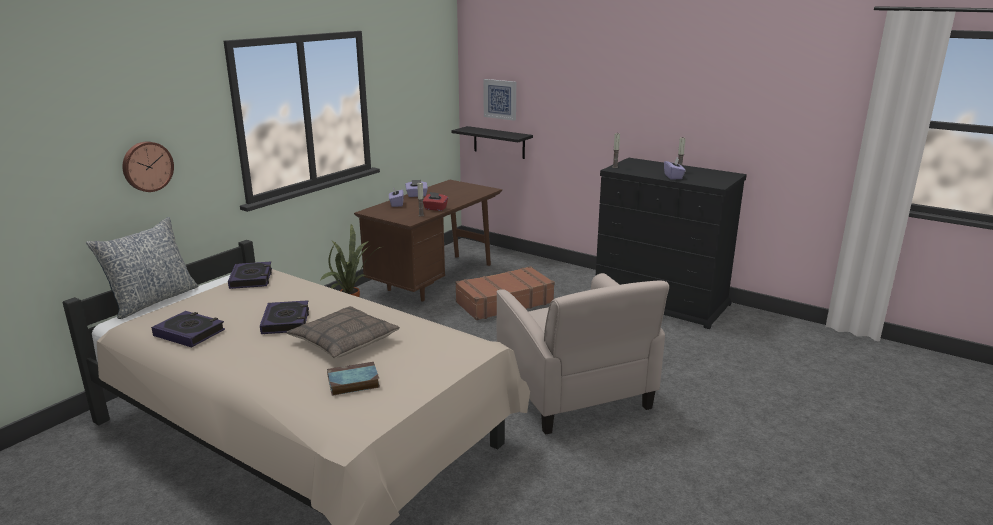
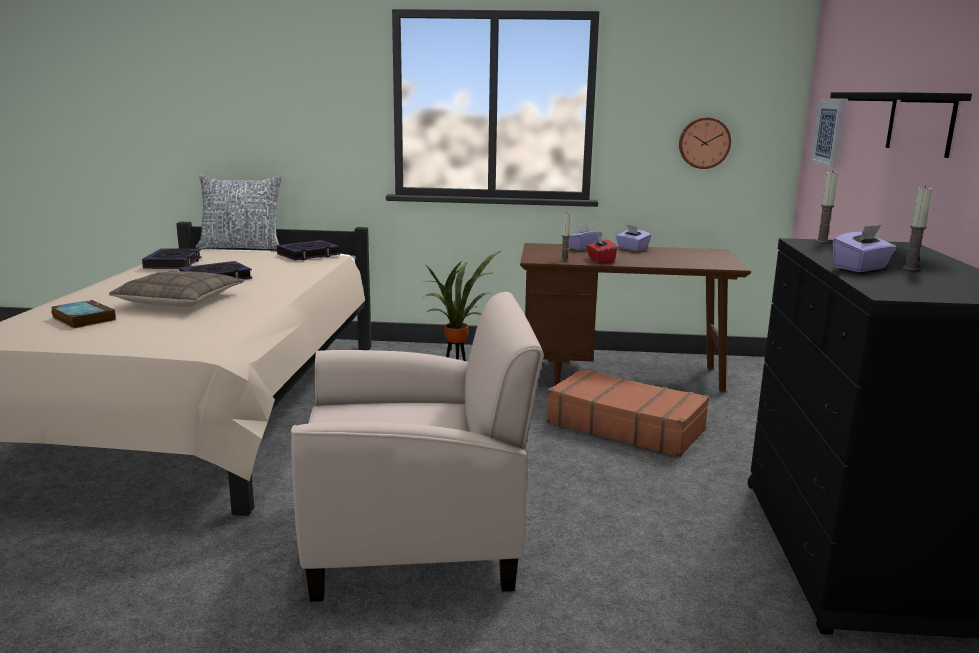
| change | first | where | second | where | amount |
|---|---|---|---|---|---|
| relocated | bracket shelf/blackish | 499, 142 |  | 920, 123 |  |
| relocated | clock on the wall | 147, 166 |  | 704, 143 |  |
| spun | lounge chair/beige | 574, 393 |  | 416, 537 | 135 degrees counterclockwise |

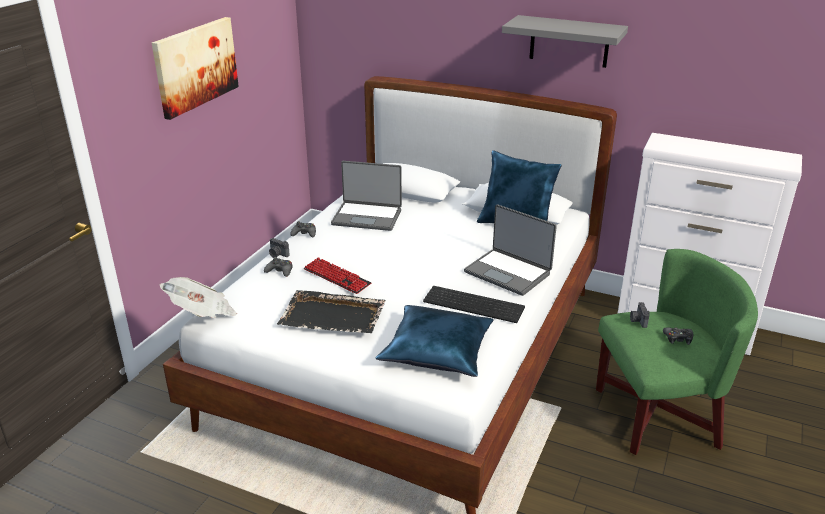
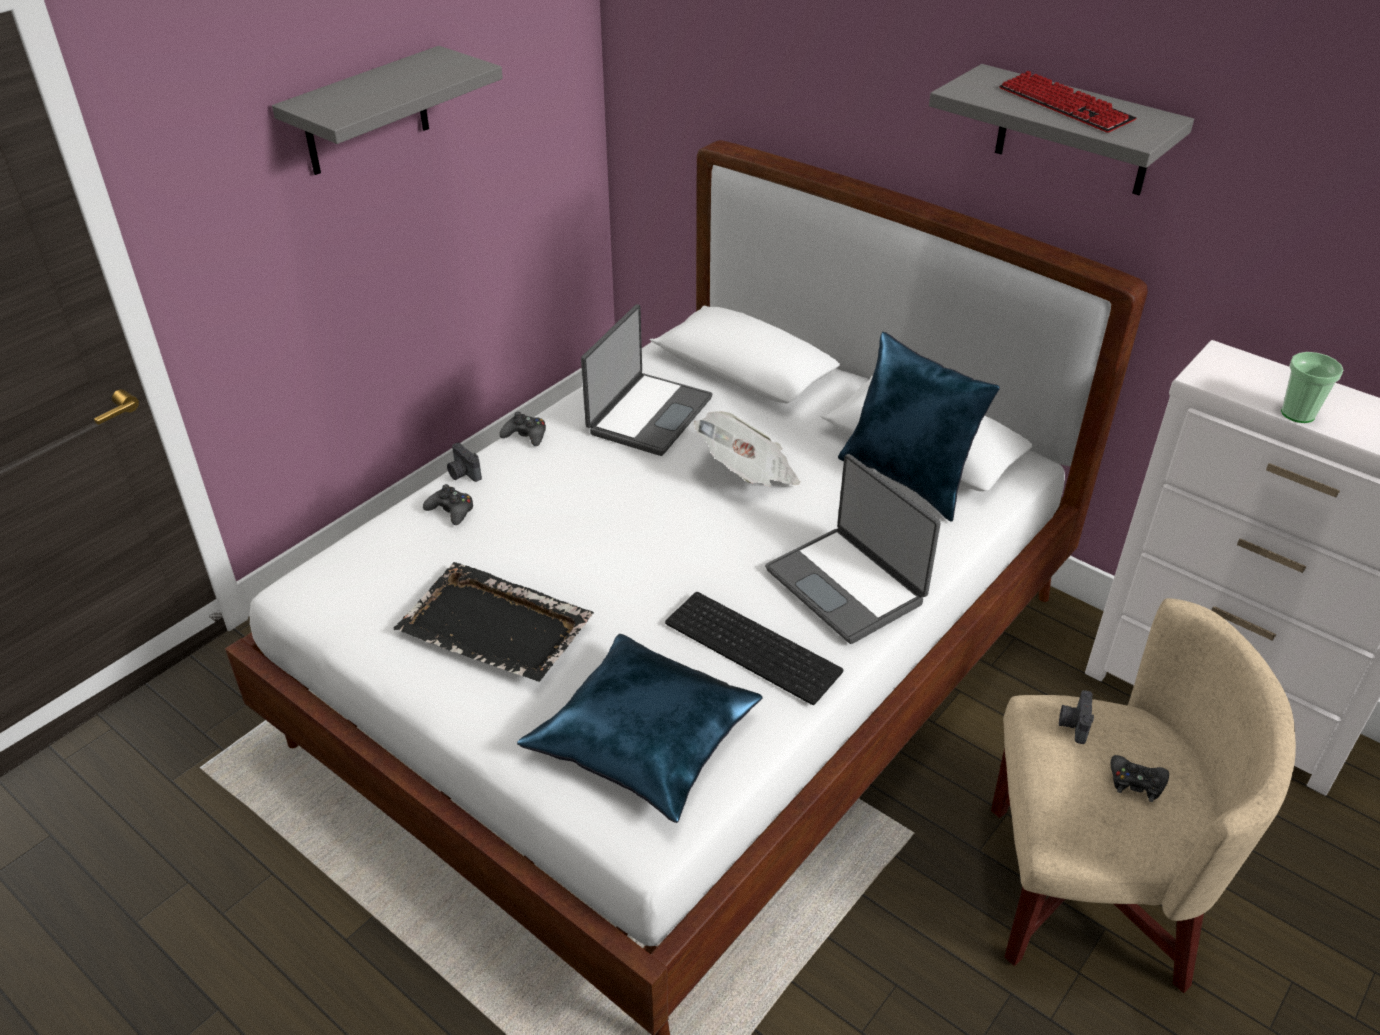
| change | first | where | second | where | amount |
|---|---|---|---|---|---|
| exchanged | wall art | 195, 66 | bracket shelf/greyish | 366, 112 |  |
| spun | notebook computer | 367, 217 |  | 648, 415 | 90 degrees counterclockwise |
| colour | lounge chair/green-coloured | 657, 416 | lounge chair/beige | 1088, 890 |  |
| relocated | keyboard | 336, 277 |  | 1064, 105 |  |
| relocated | printed paper | 202, 313 |  | 748, 473 |  |
| appeared |  |  | drinking cup | 1297, 413 |  |

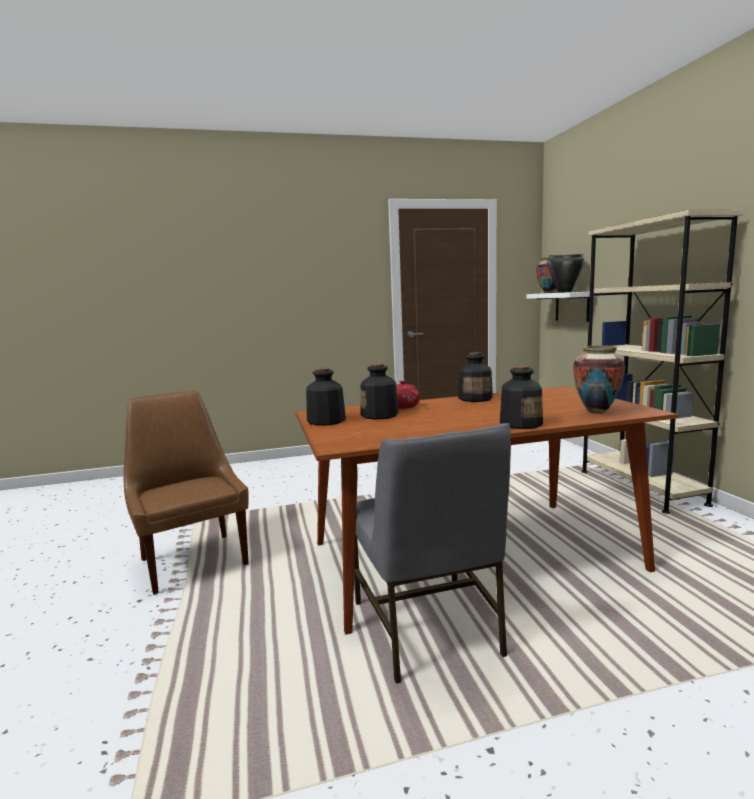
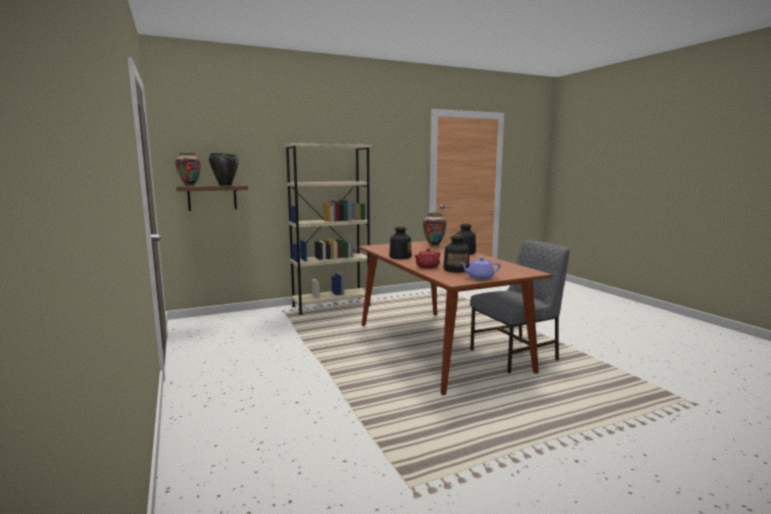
| change | first | where | second | where | amount |
|---|---|---|---|---|---|
| colour | bracket shelf/white | 572, 306 | bracket shelf/brown | 212, 197 |  |
| exchanged | beverage bottle | 325, 421 | pot for tea/purple-coloured | 479, 277 |  |
| missing | plain chair/brown | 193, 560 |  |  |  |

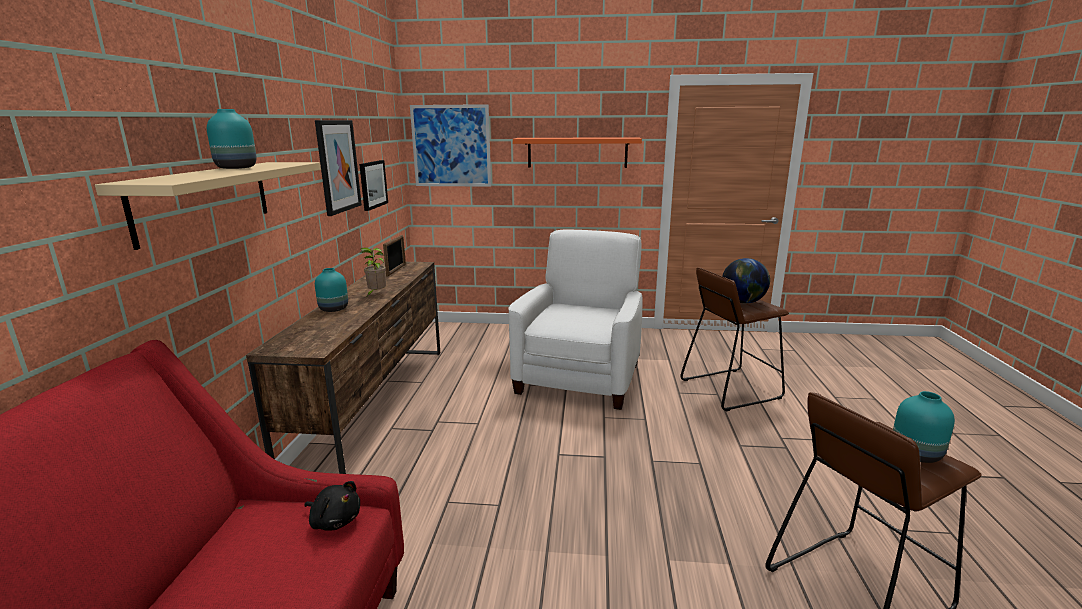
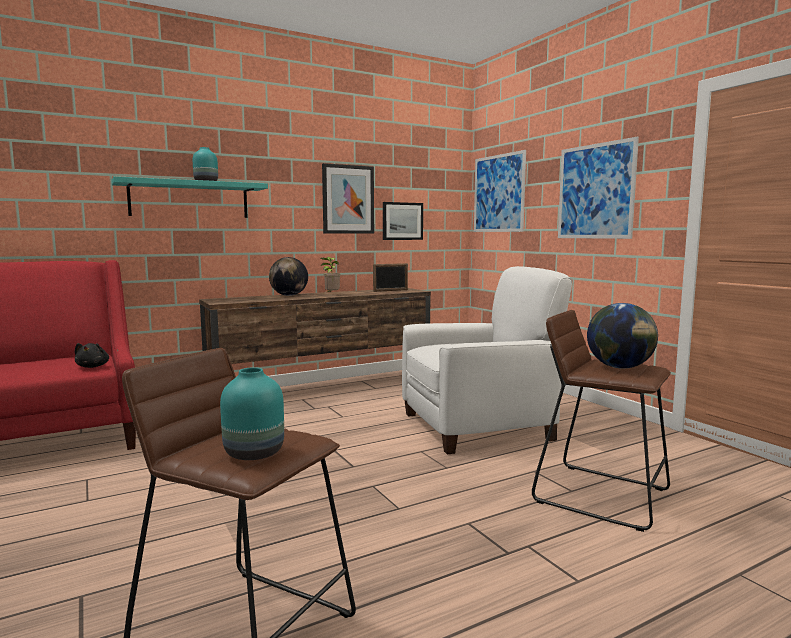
| change | first | where | second | where | amount |
|---|---|---|---|---|---|
| exchanged | bracket shelf/orange | 577, 152 | wall art | 595, 191 |  |
| colour | bracket shelf/beige | 205, 200 | bracket shelf/turquoise | 189, 200 |  |
| exchanged | vase/turquoise | 333, 309 | world globe | 289, 295 |  |

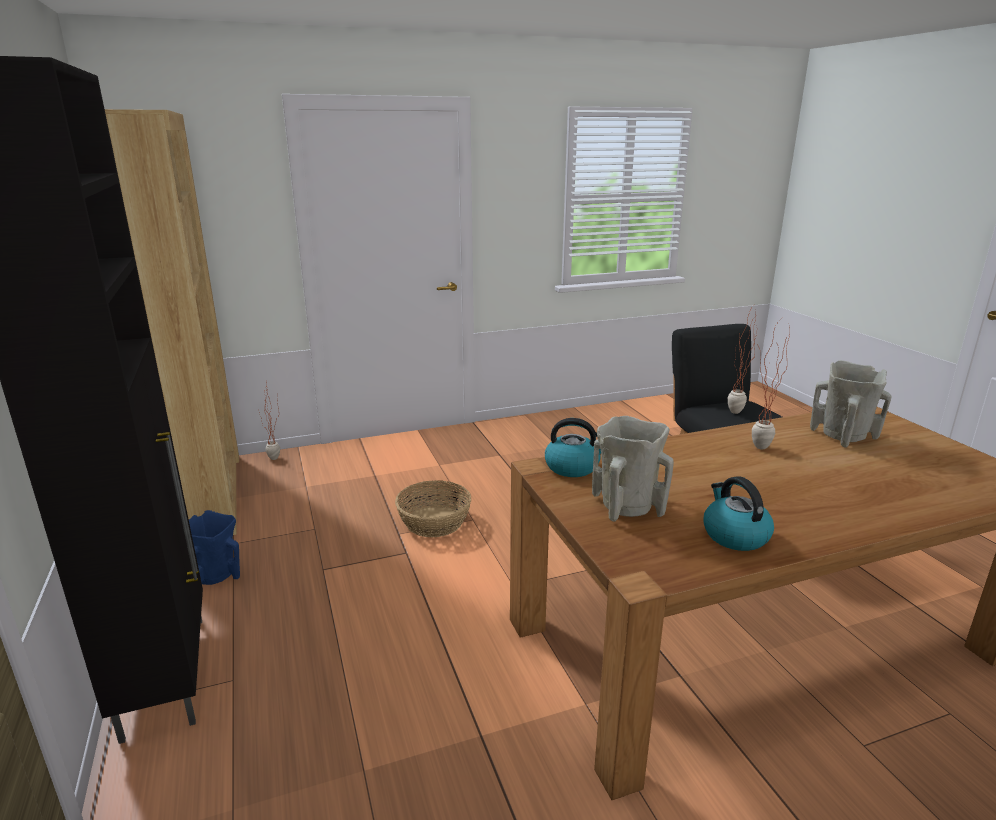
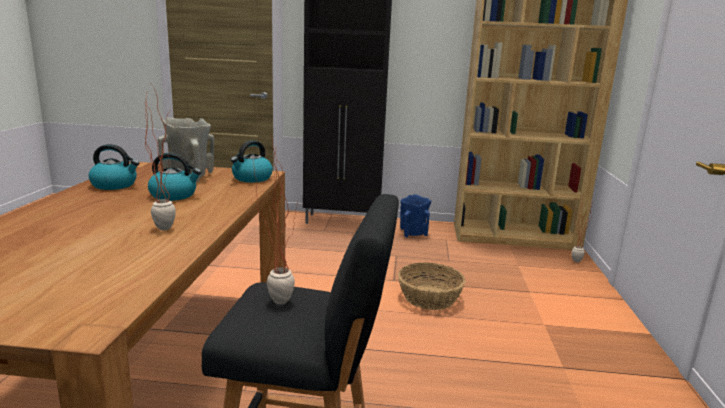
| change | first | where | second | where | amount |
|---|---|---|---|---|---|
| missing | vase/beige | 843, 436 |  |  |  |
| appeared |  |  | kettle | 174, 195 |  |

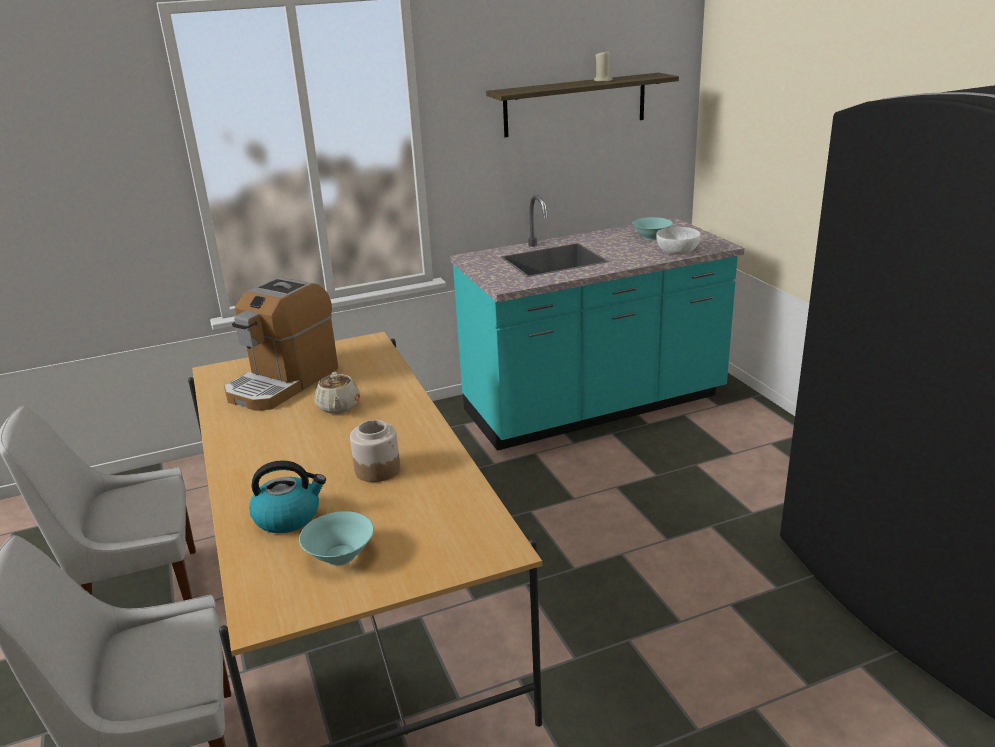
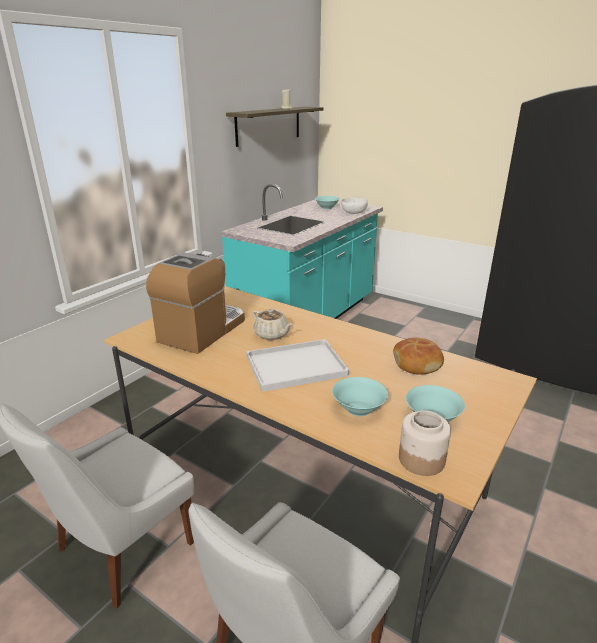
| change | first | where | second | where | amount |
|---|---|---|---|---|---|
| spun | coffee brewer | 283, 382 |  | 202, 330 | 150 degrees counterclockwise |
| relocated | preserve jar | 377, 469 |  | 421, 459 |  |
| exchanged | kettle | 288, 516 | bowl/turquoise | 358, 409 |  |
| appeared |  |  | bakery bread | 417, 363 |  |
| appeared |  |  | carrying tray/white | 294, 367 |  |

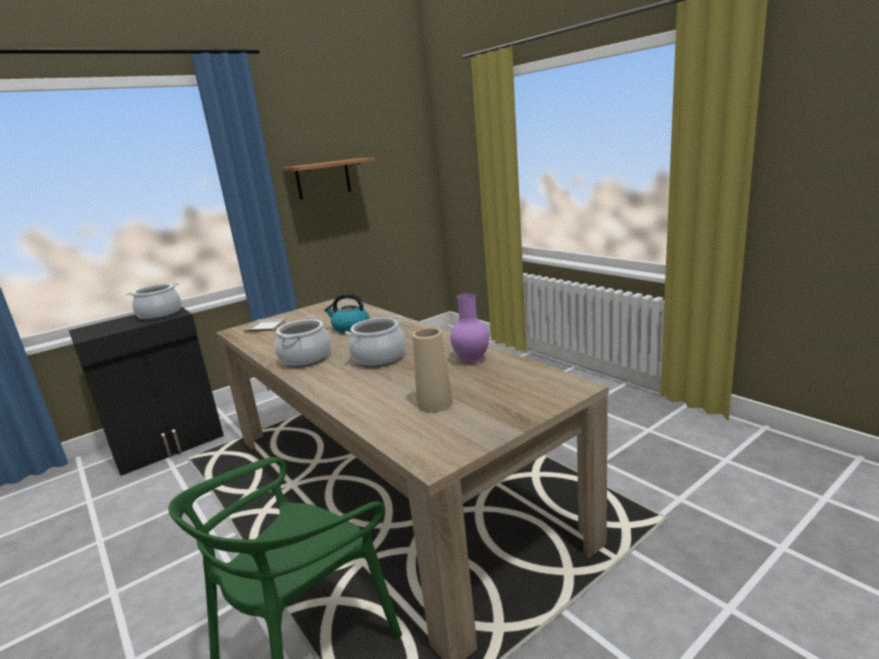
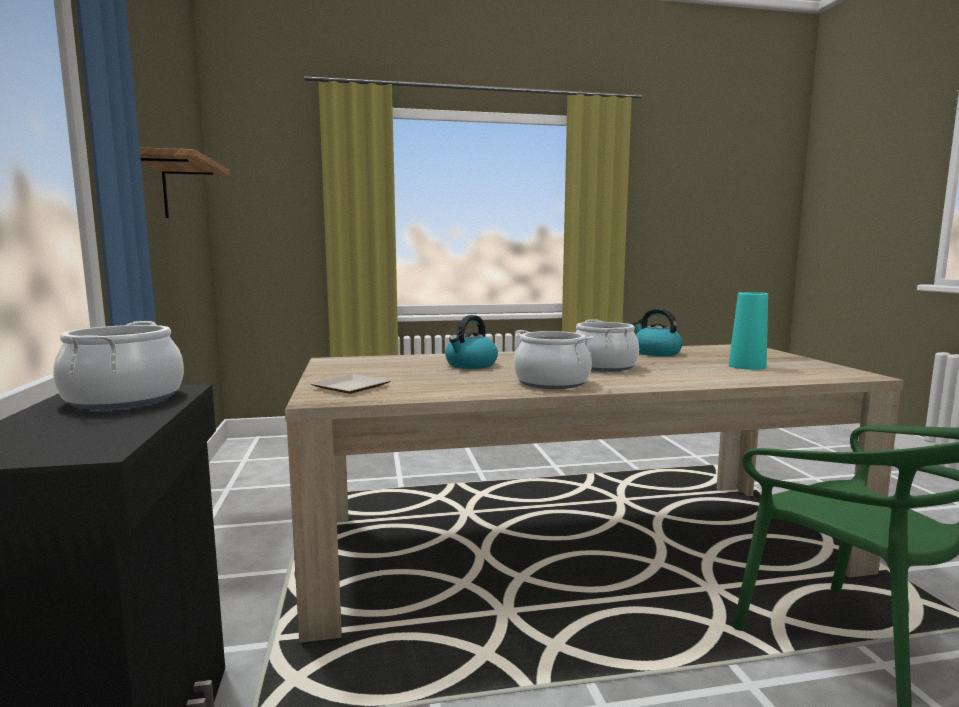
| change | first | where | second | where | amount |
|---|---|---|---|---|---|
| exchanged | vase/purple-coloured | 470, 360 | kettle | 655, 353 |  |
| colour | vase/beige | 434, 403 | vase/turquoise | 747, 366 |  |

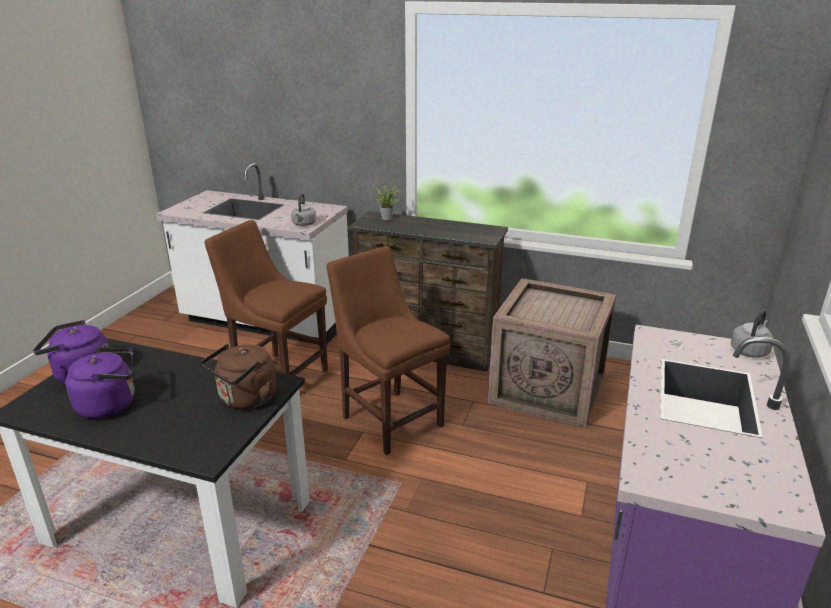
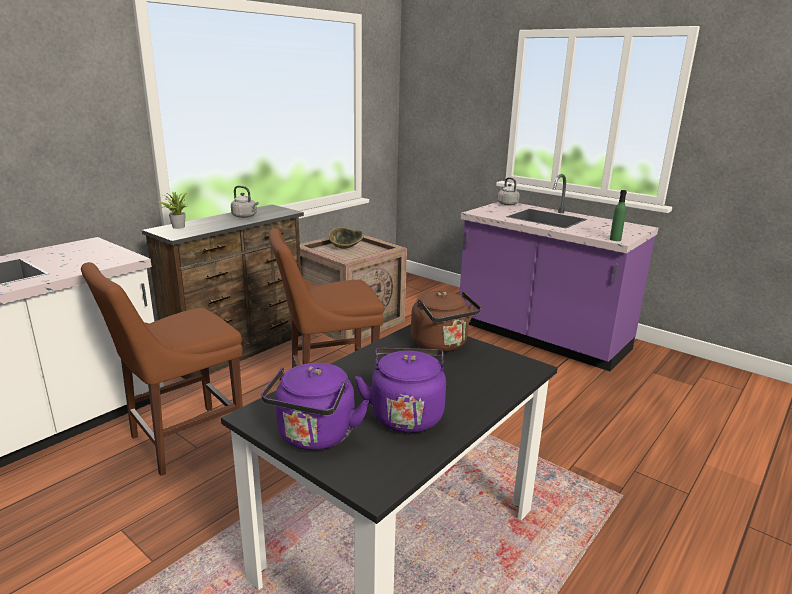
| change | first | where | second | where | amount |
|---|---|---|---|---|---|
| relocated | kettle/greyish | 304, 224 |  | 245, 216 |  |
| appeared |  |  | beverage bottle/green-coloured | 615, 239 |  |
| appeared |  |  | bowl | 346, 248 |  |

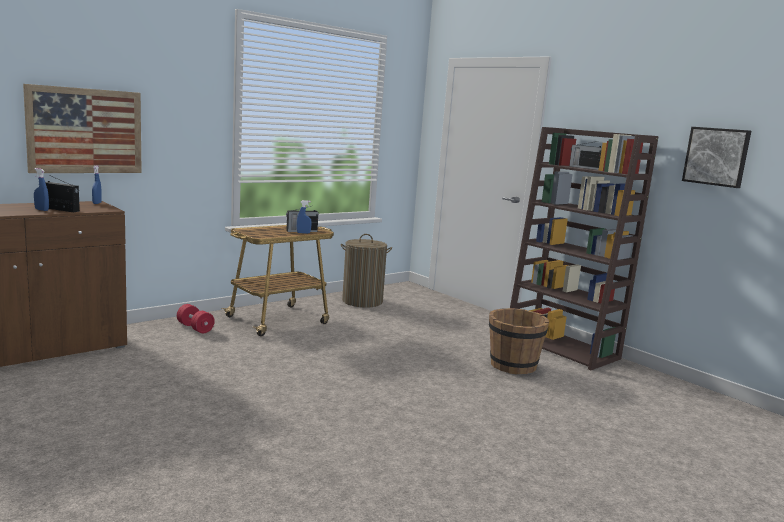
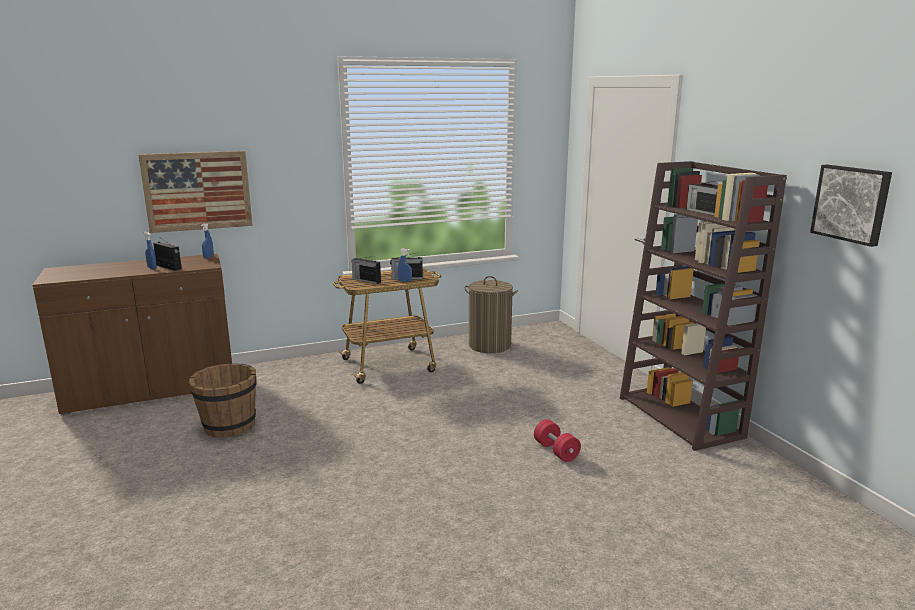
| change | first | where | second | where | amount |
|---|---|---|---|---|---|
| relocated | dumbbell/red | 195, 328 |  | 556, 451 |  |
| relocated | water bucket/brown | 512, 366 |  | 228, 426 |  |
| appeared |  |  | radio receiver | 366, 280 |  |

